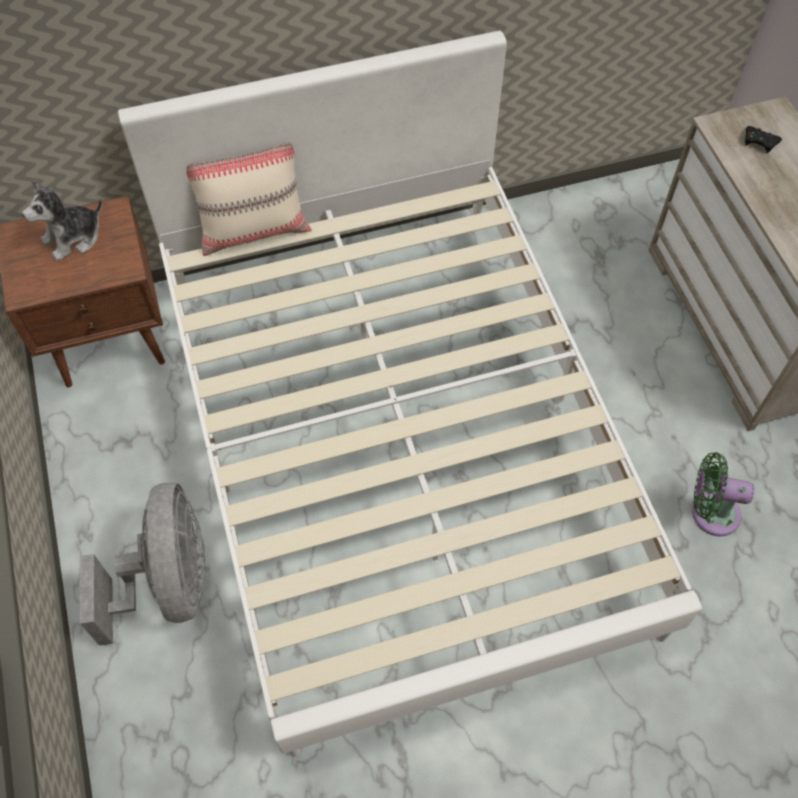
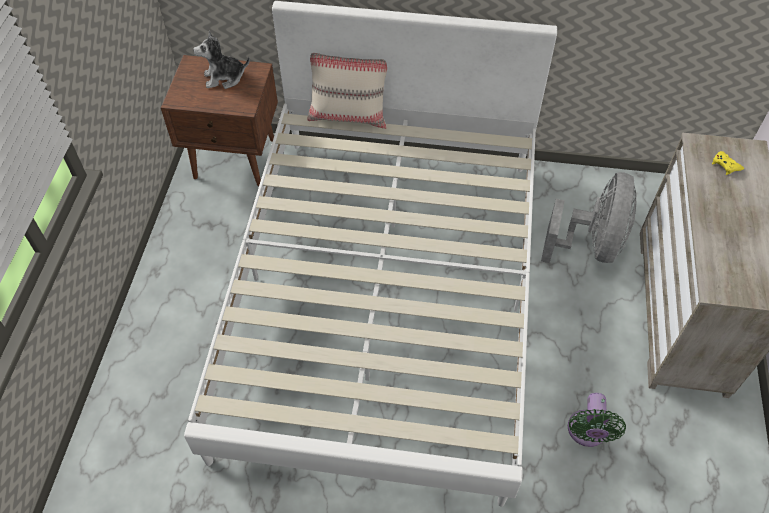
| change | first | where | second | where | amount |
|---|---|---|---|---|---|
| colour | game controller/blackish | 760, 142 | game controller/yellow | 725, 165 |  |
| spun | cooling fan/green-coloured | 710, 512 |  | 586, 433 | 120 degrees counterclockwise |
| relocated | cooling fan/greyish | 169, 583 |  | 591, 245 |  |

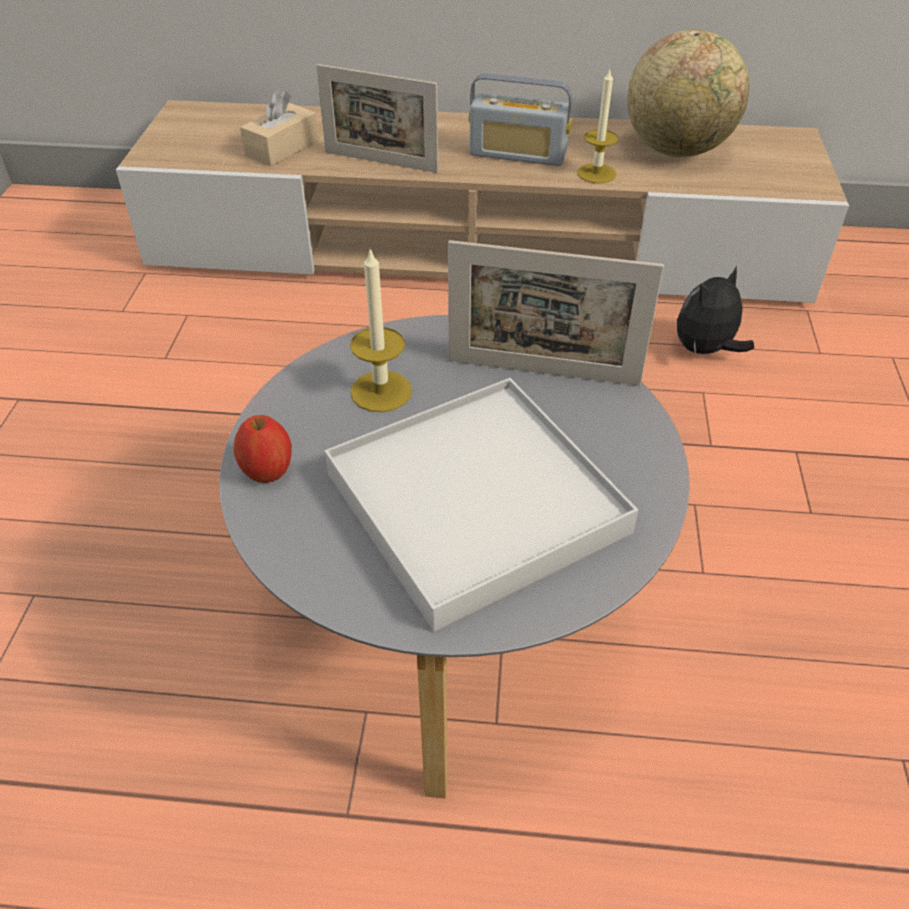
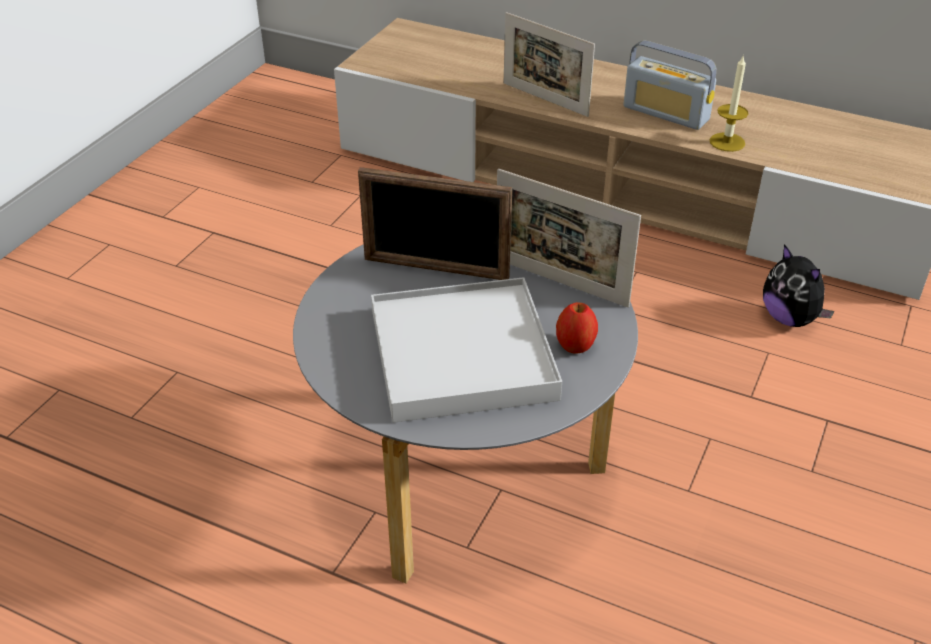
| change | first | where | second | where | amount |
|---|---|---|---|---|---|
| missing | world globe | 677, 150 |  |  |  |
| missing | tissue holder/beige | 282, 148 |  |  |  |
| exchanged | candle | 381, 391 | standing frame | 436, 269 |  |
| spun | cuddly toy | 705, 350 |  | 790, 318 | 105 degrees counterclockwise |
| relocated | whole apple | 268, 471 |  | 575, 345 |  |

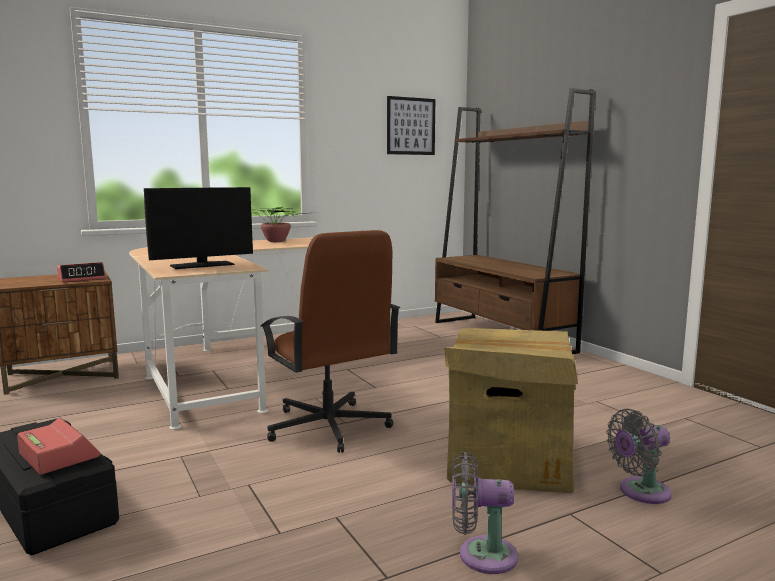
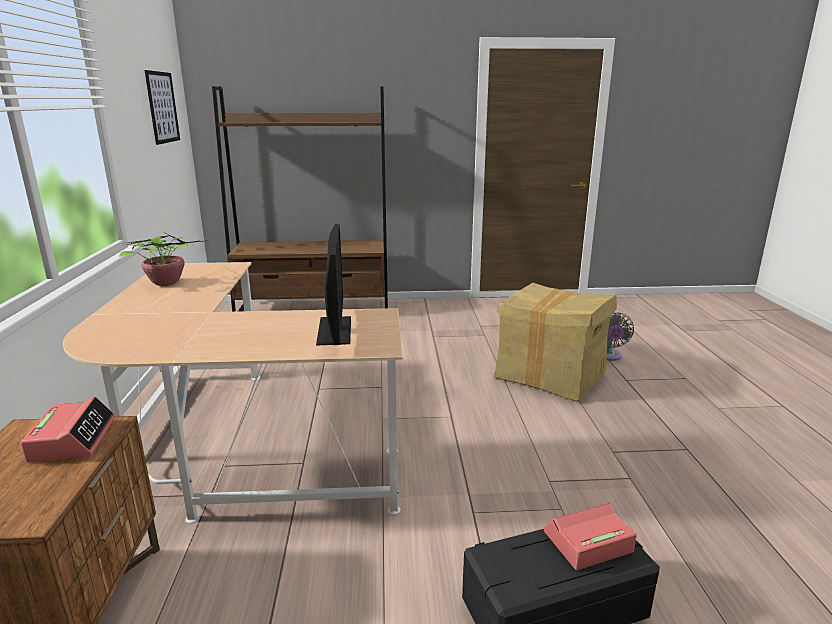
| change | first | where | second | where | amount |
|---|---|---|---|---|---|
| missing | office chair/brown | 328, 427 |  |  |  |
| missing | cooling fan/greyish | 481, 555 |  |  |  |

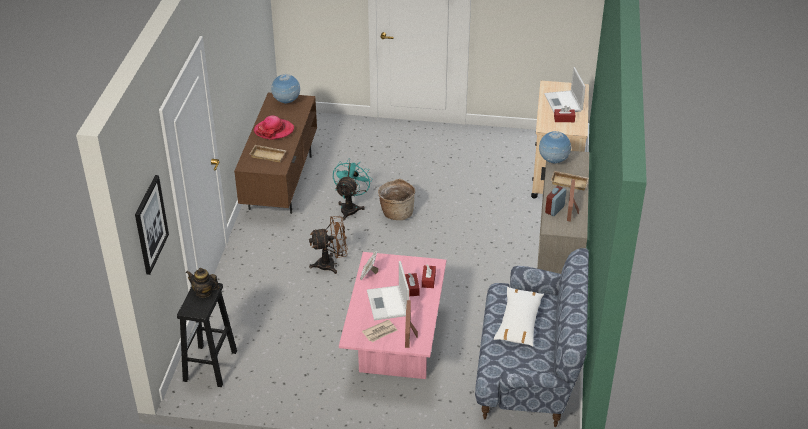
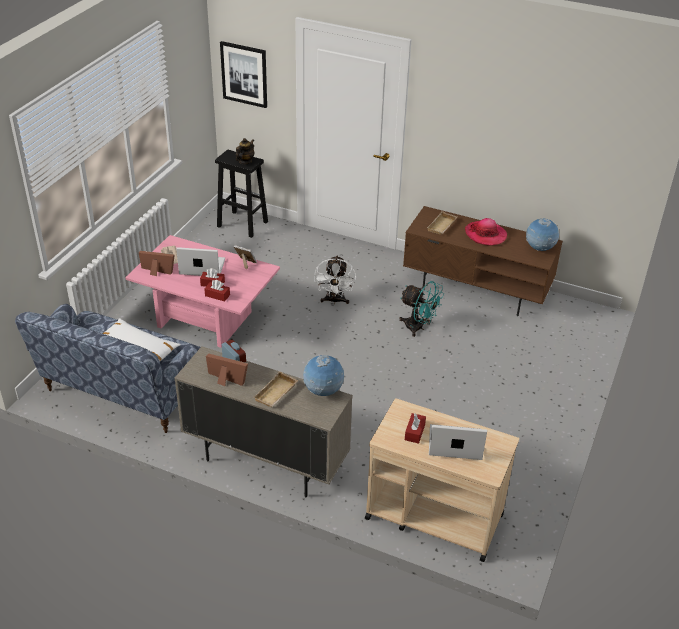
| change | first | where | second | where | amount |
|---|---|---|---|---|---|
| missing | storage basket | 396, 212 |  |  |  |
| colour | cooling fan/brown | 331, 264 | cooling fan/white | 335, 301 |  |

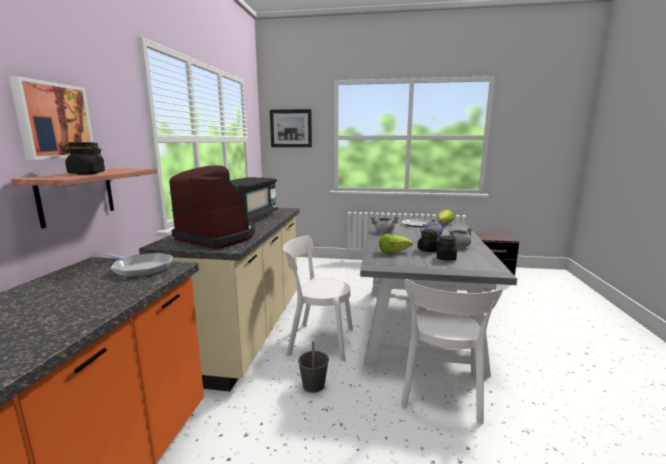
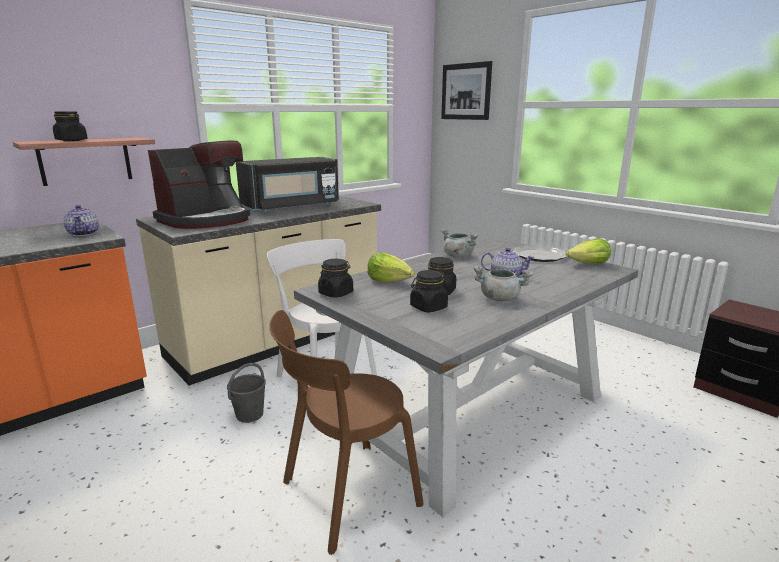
| change | first | where | second | where | amount |
|---|---|---|---|---|---|
| missing | wall art | 53, 121 |  |  |  |
| spun | coffee brewer | 217, 237 |  | 206, 220 | 60 degrees clockwise |
| exchanged | skillet | 141, 268 | pot for tea | 84, 233 |  |
| colour | plain chair/white | 441, 394 | plain chair/brown | 345, 495 |  |
| appeared |  |  | preserve jar/blackish | 336, 293 |  |

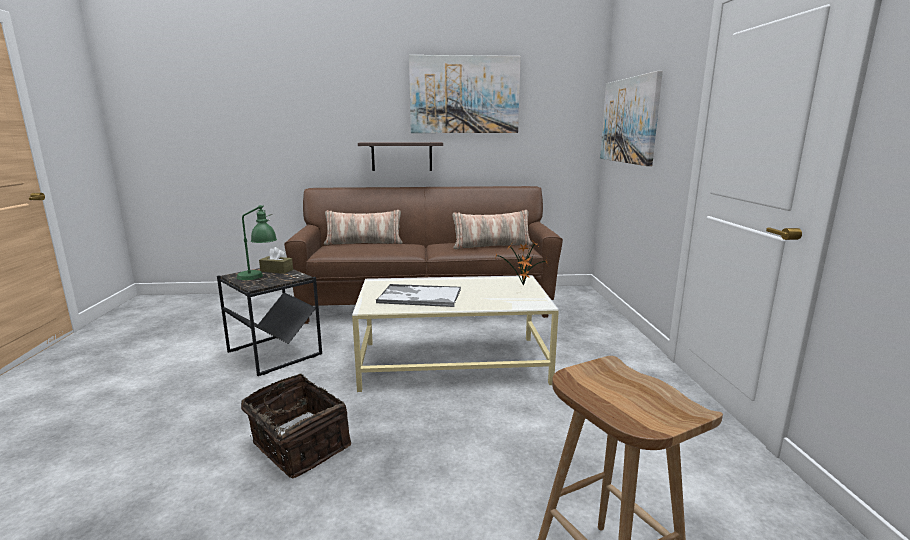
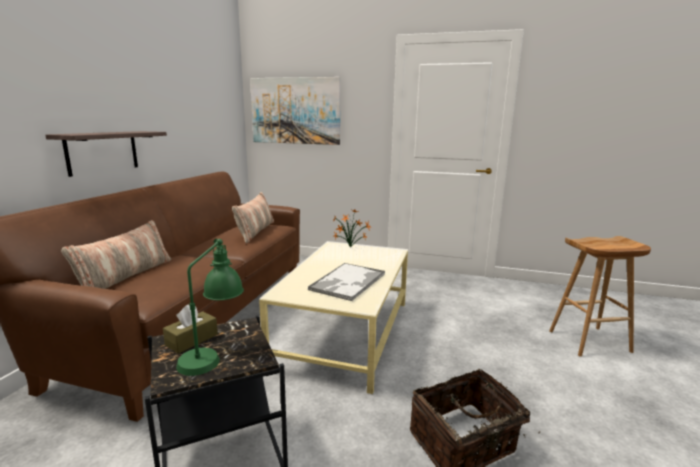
| change | first | where | second | where | amount |
|---|---|---|---|---|---|
| missing | wall art | 464, 95 |  |  |  |

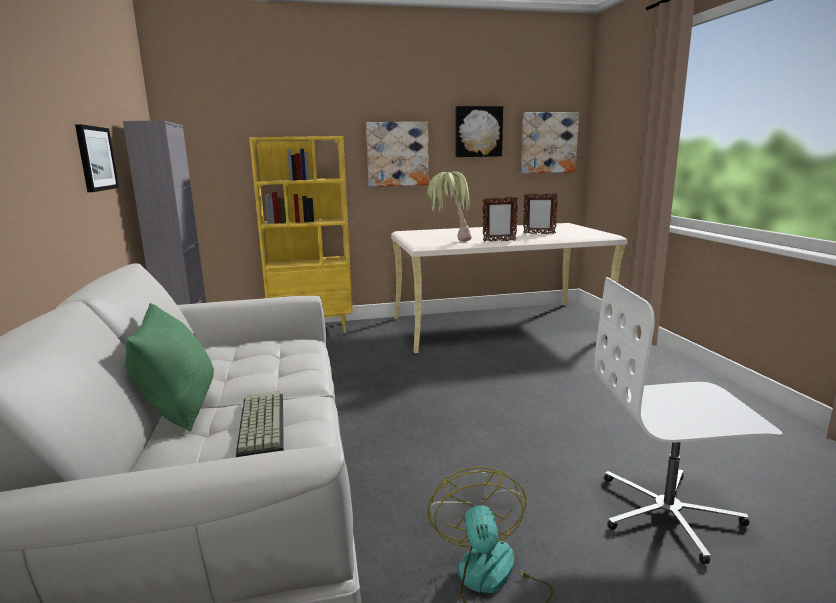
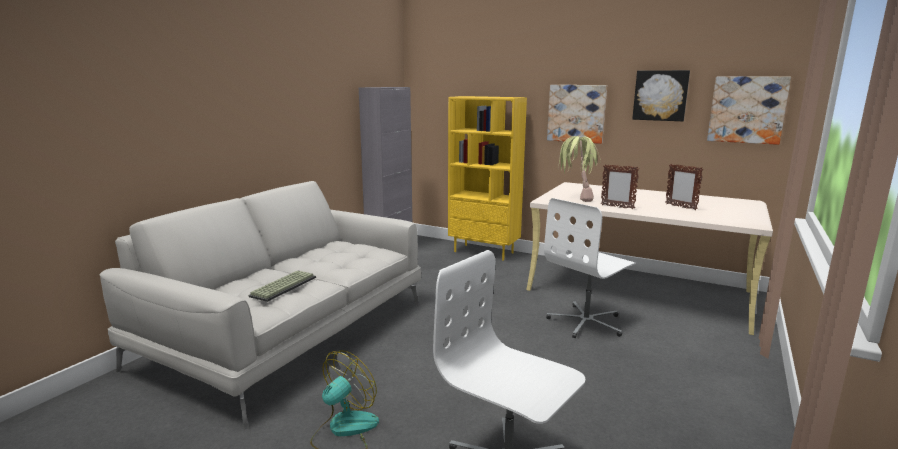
| change | first | where | second | where | amount |
|---|---|---|---|---|---|
| missing | wall art | 96, 158 |  |  |  |
| missing | throw pillow/green-coloured | 179, 408 |  |  |  |
| appeared |  |  | office chair/white | 586, 322 |  |

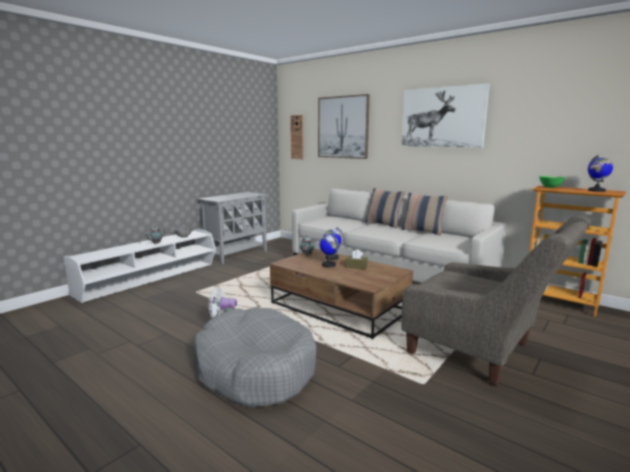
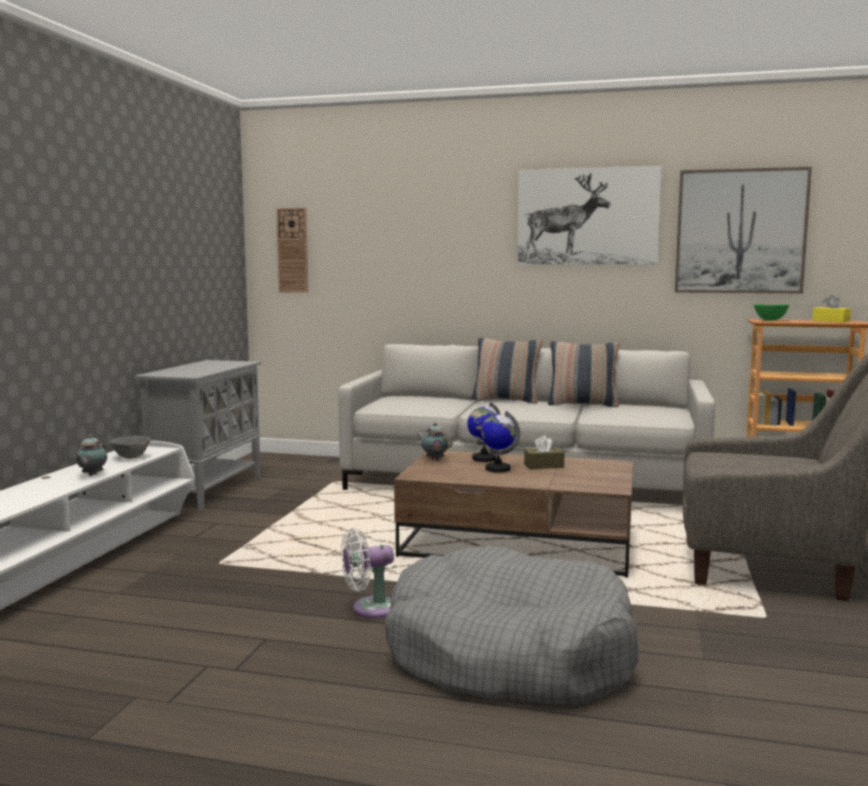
| change | first | where | second | where | amount |
|---|---|---|---|---|---|
| relocated | wall art | 343, 127 |  | 740, 231 |  |
| exchanged | world globe | 596, 190 | tissue holder/yellow | 831, 321 |  |

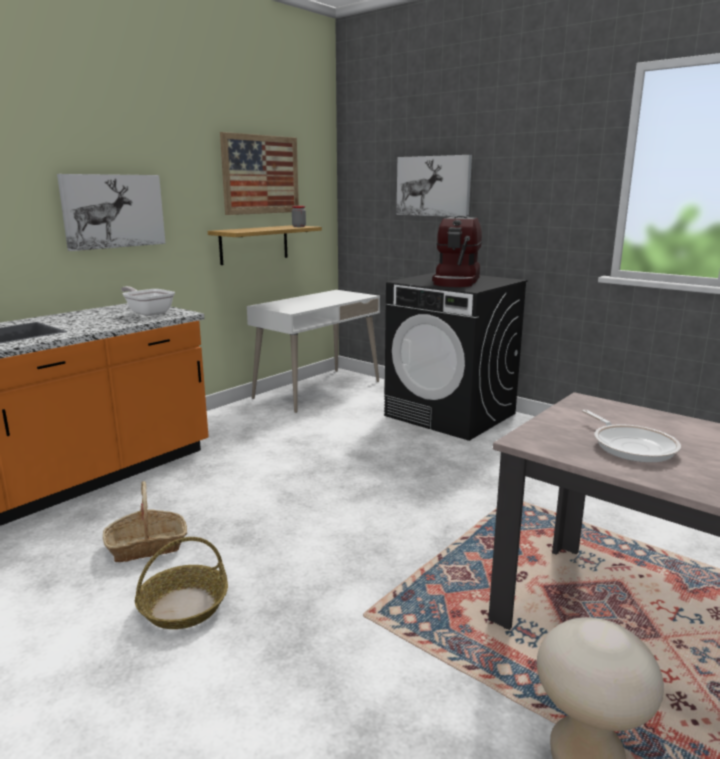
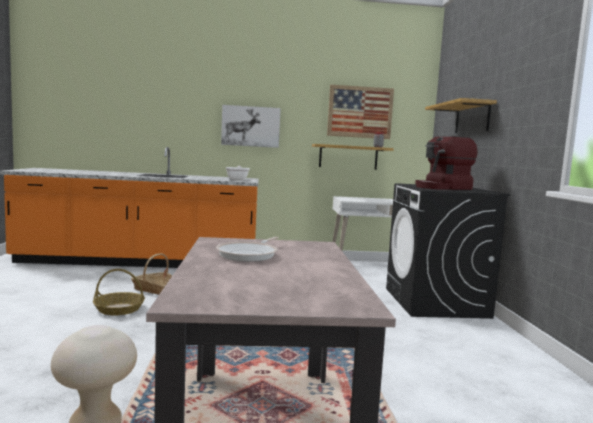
| change | first | where | second | where | amount |
|---|---|---|---|---|---|
| exchanged | wall art | 433, 186 | bracket shelf | 472, 118 |  |

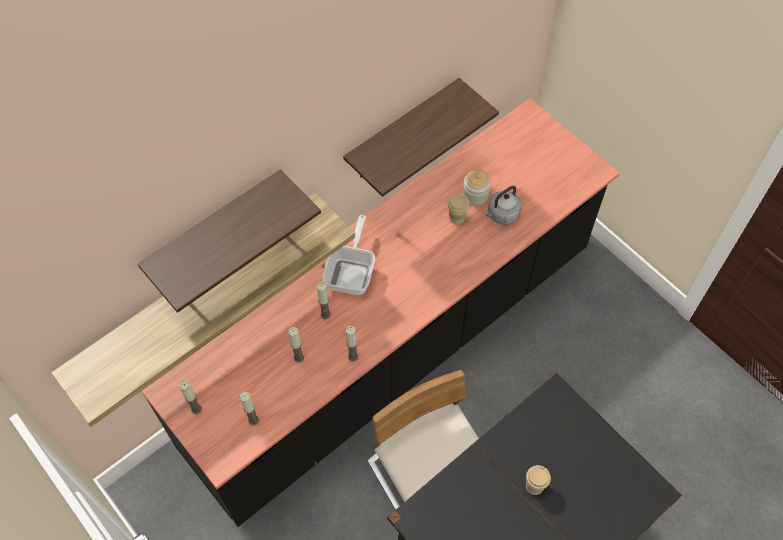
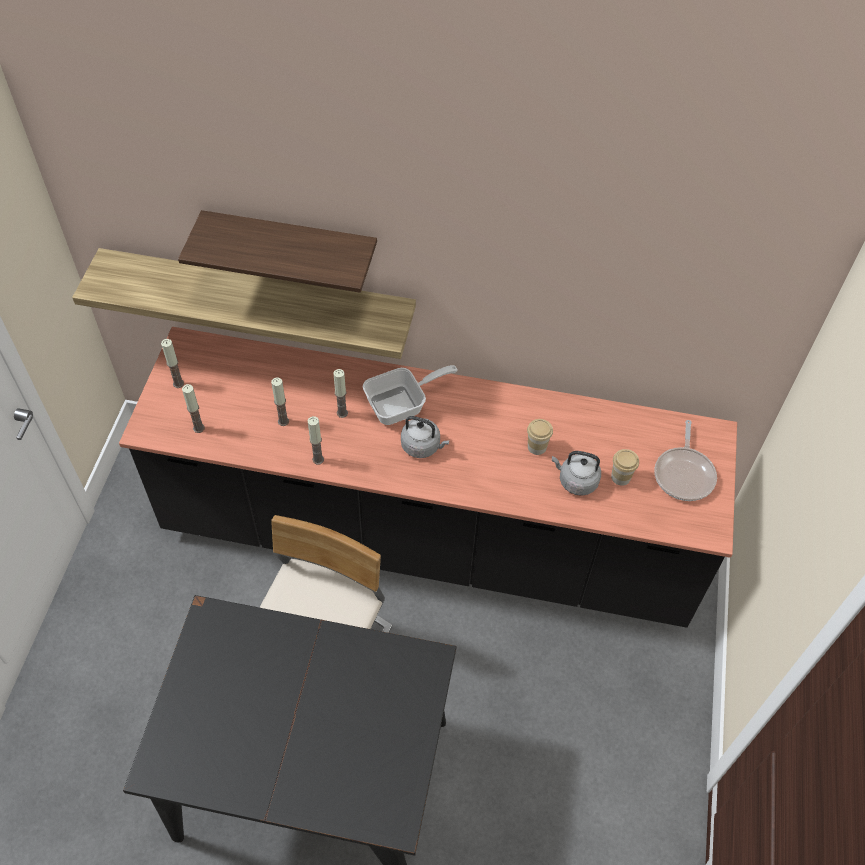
| change | first | where | second | where | amount |
|---|---|---|---|---|---|
| missing | bracket shelf | 402, 132 |  |  |  |
| missing | preserve jar | 475, 195 |  |  |  |
| relocated | drinking cup | 534, 486 |  | 620, 477 |  |
| appeared |  |  | kettle/greyish | 422, 446 |  |
| appeared |  |  | skillet | 684, 474 |  |

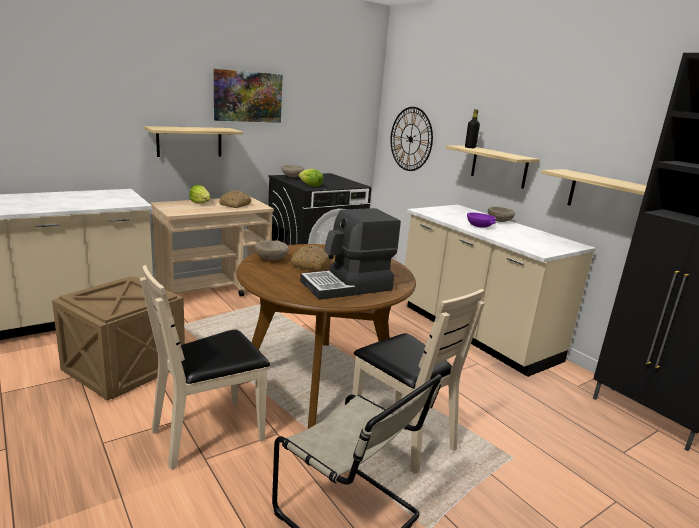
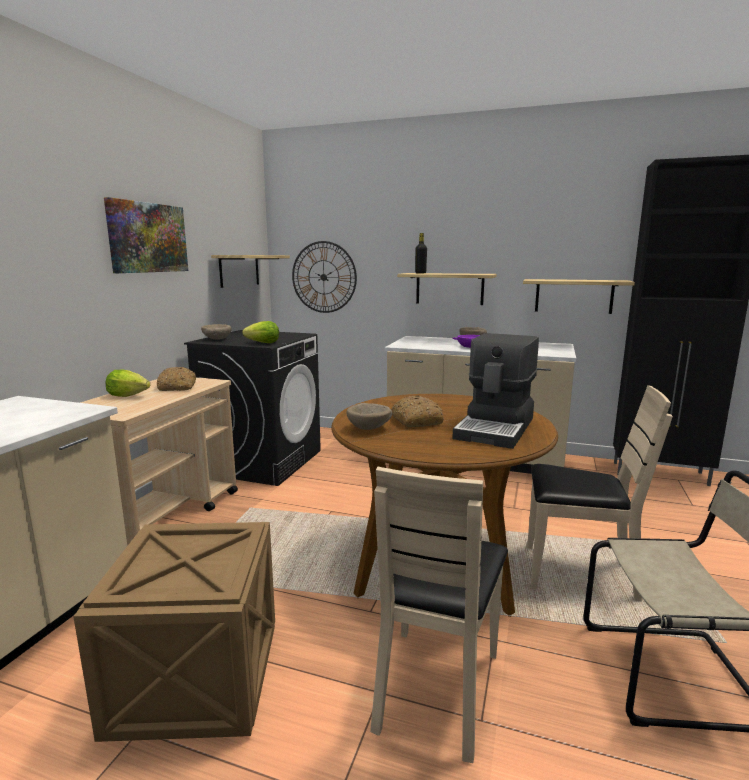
| change | first | where | second | where | amount |
|---|---|---|---|---|---|
| relocated | bracket shelf | 189, 141 |  | 239, 270 |  |

